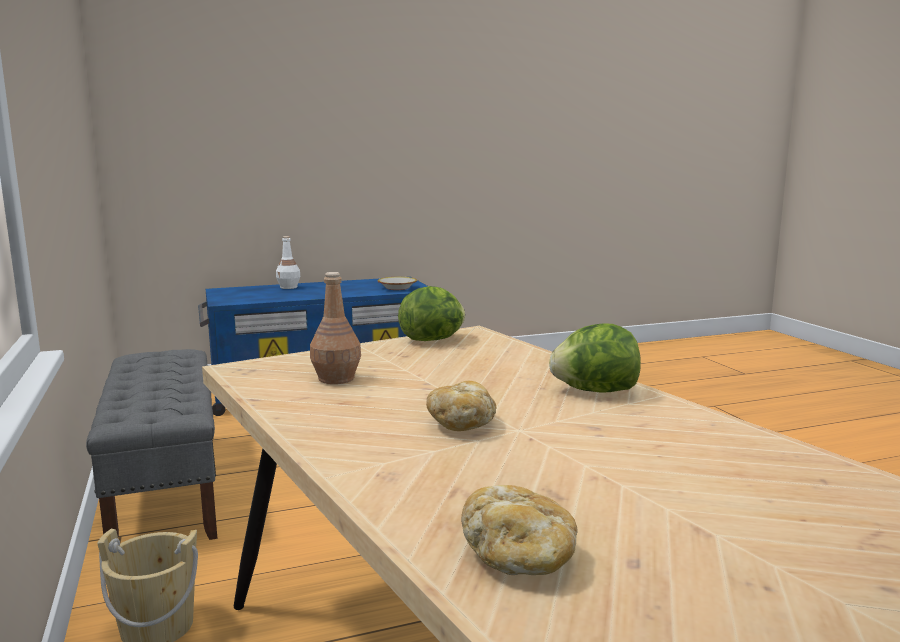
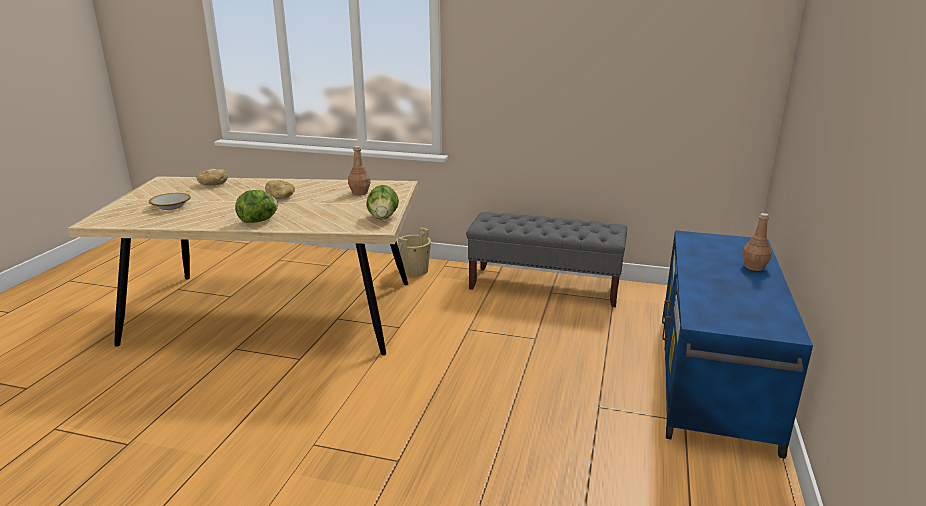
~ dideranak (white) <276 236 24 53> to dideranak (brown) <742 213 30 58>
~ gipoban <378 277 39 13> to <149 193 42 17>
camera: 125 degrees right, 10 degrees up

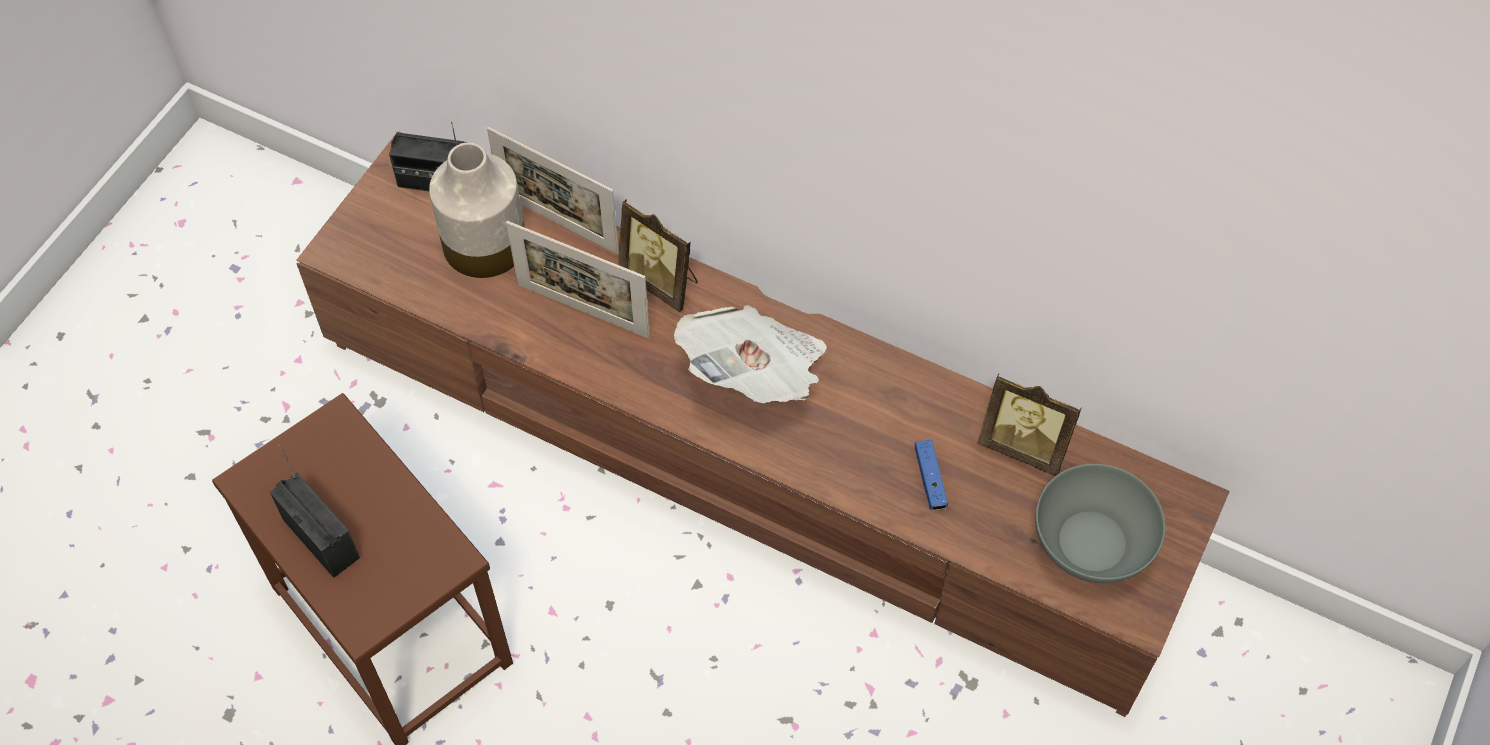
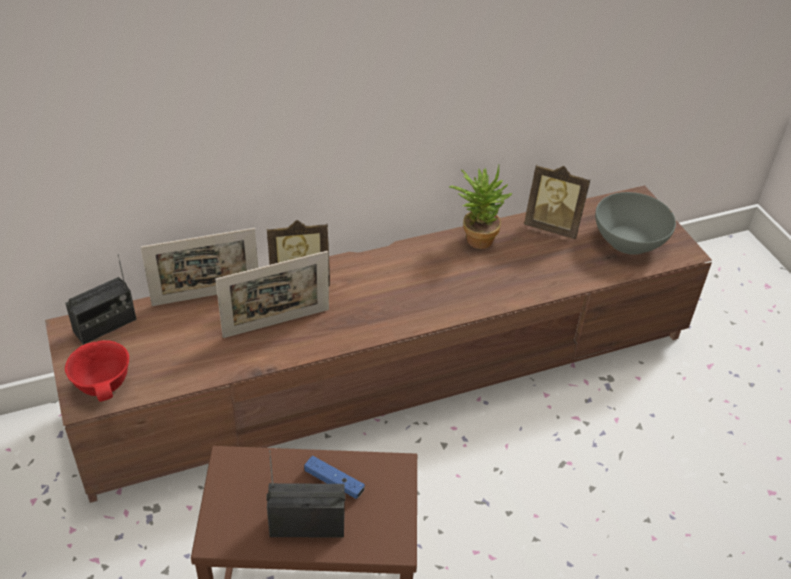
- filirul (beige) <429 142 96 136>
- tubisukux <674 305 153 98>
~ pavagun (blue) <915 440 33 70> to <304 456 61 43>
~ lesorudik <978 374 104 102> = <524 165 67 74> 45 degrees clockwise
+ gipoban (red) <65 340 64 62>
+ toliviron <449 165 64 84>
camera: 50 degrees left, 15 degrees down

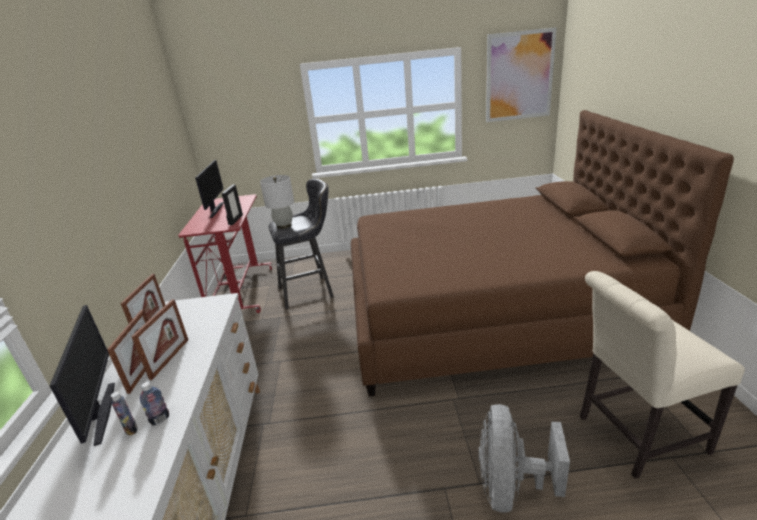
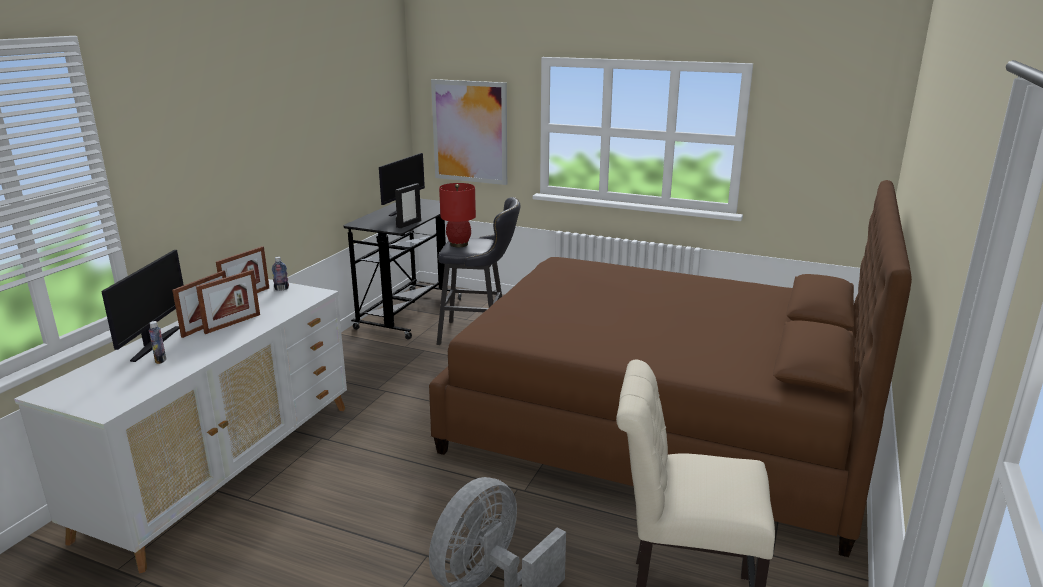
~ dideranak <140 382 29 44> to <272 257 17 34>
~ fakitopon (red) <178 194 94 119> to fakitopon (black) <343 199 118 141>
~ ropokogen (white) <260 175 34 54> to ropokogen (red) <439 183 37 64>
~ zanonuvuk <486 27 71 95> to <431 79 76 106>
camera: 25 degrees right, 5 degrees down

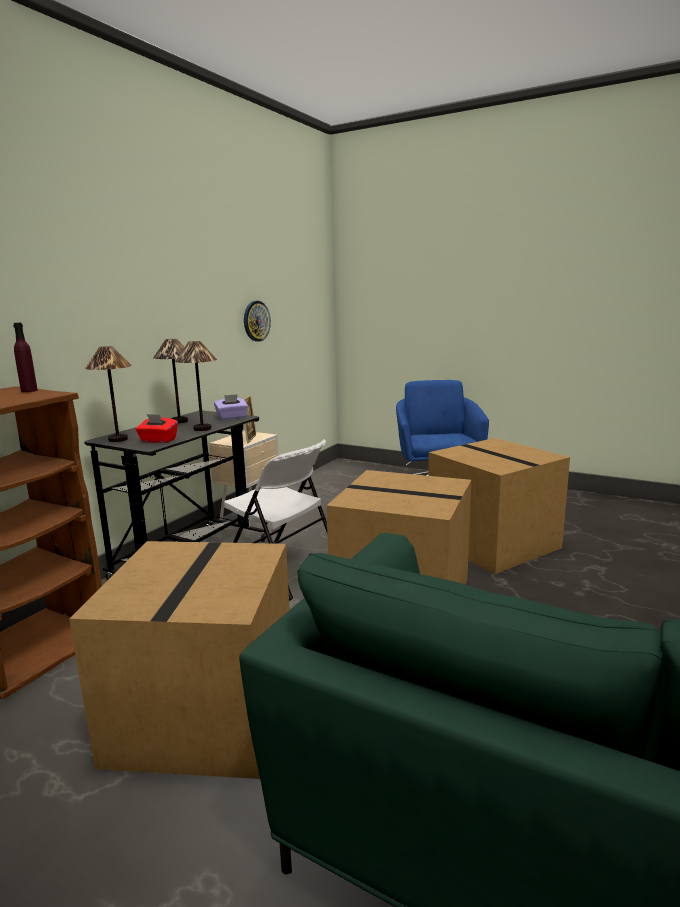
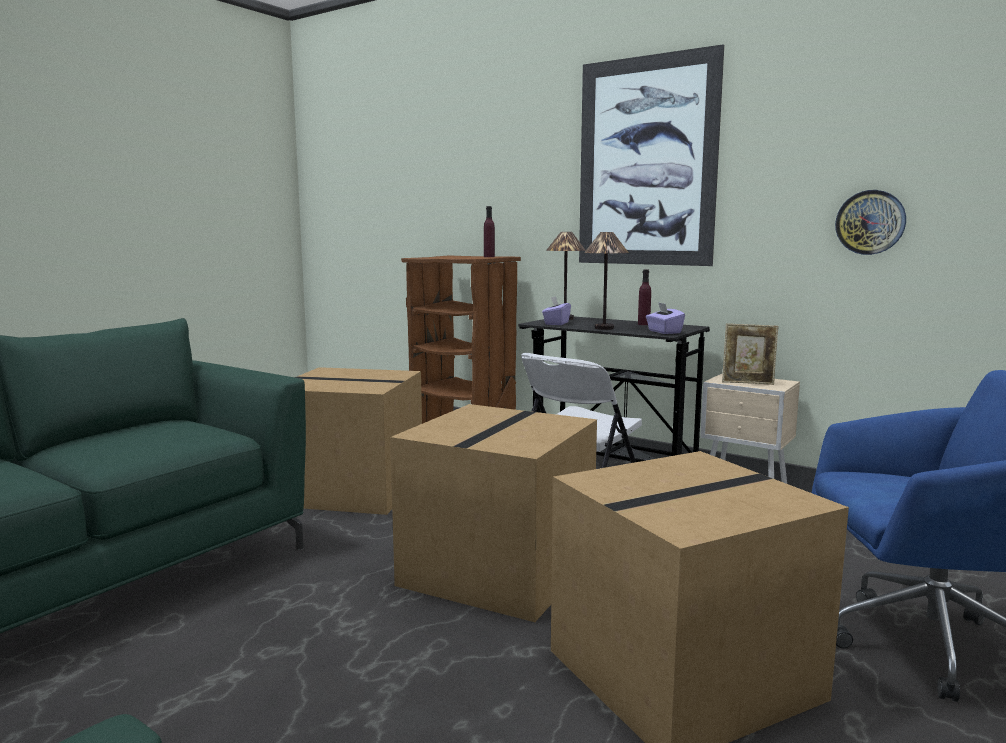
~ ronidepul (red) <136 414 42 29> to ronidepul (purple) <542 296 29 29>
~ ropokogen <153 339 35 84> to dideranak (purple) <638 269 13 56>
+ zanonuvuk <579 44 145 222>
camera: 95 degrees right, 5 degrees down

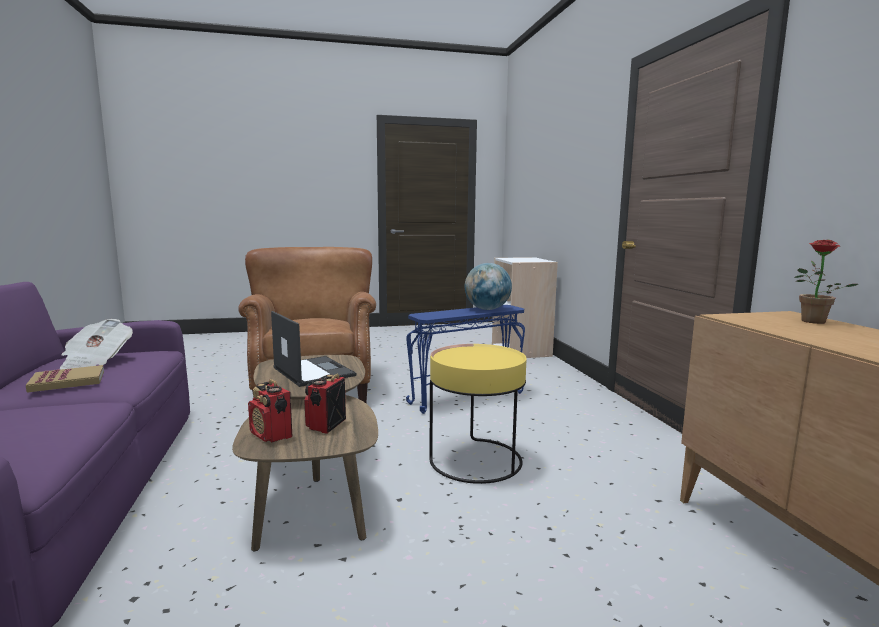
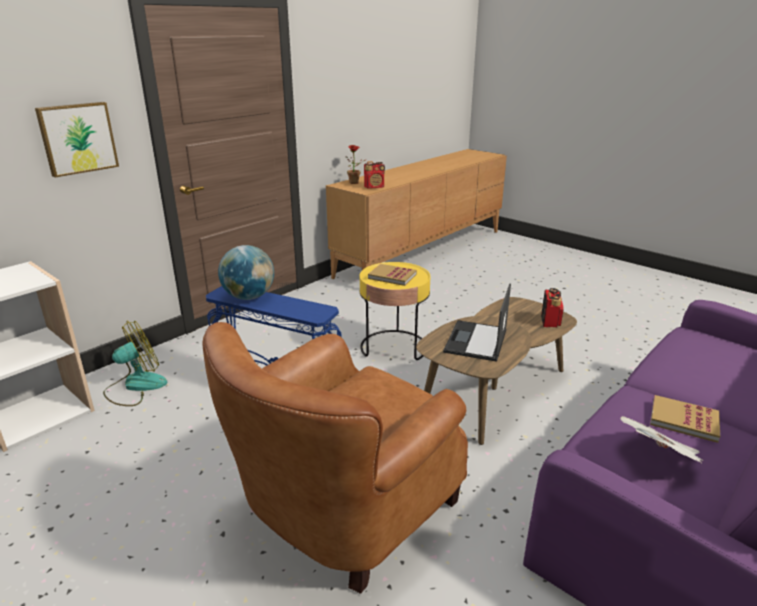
~ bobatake <304 374 42 60> to <364 161 21 28>
+ zanonuvuk <35 102 84 75>
+ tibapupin <103 321 64 85>
+ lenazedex <368 264 49 22>
camera: 125 degrees left, 15 degrees up

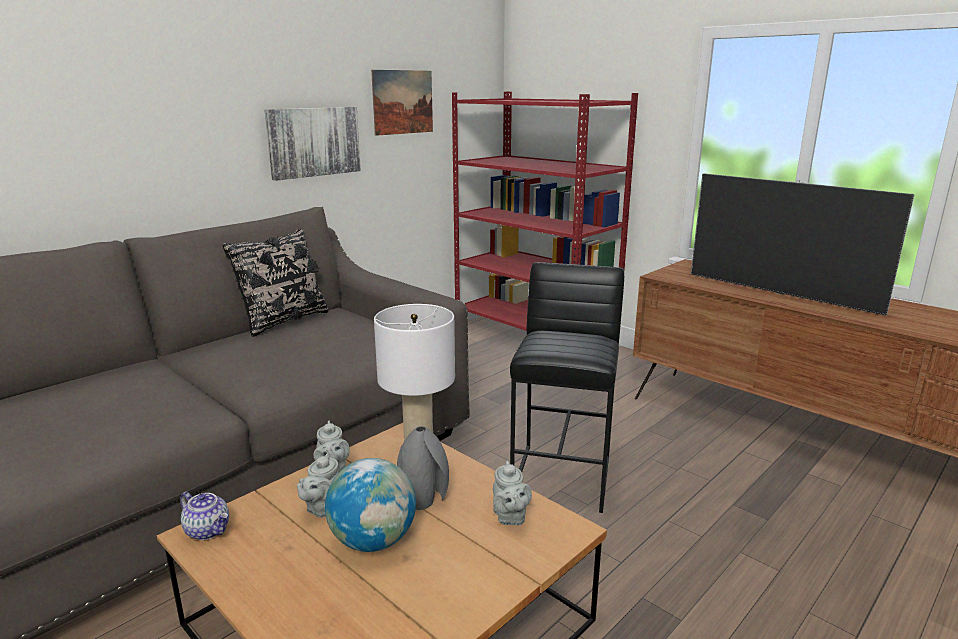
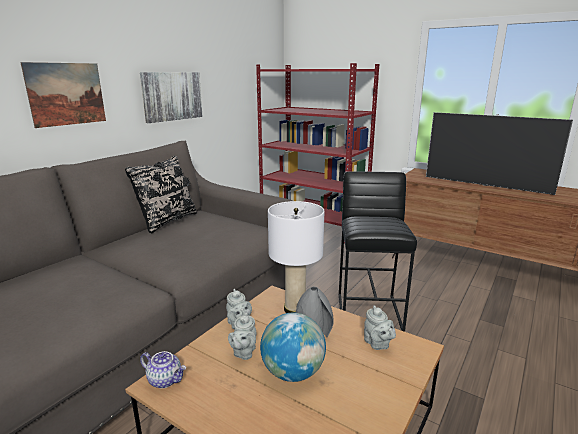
~ zanonuvuk <371 70 62 66> to <20 62 86 66>
camera: 10 degrees left, 0 degrees up

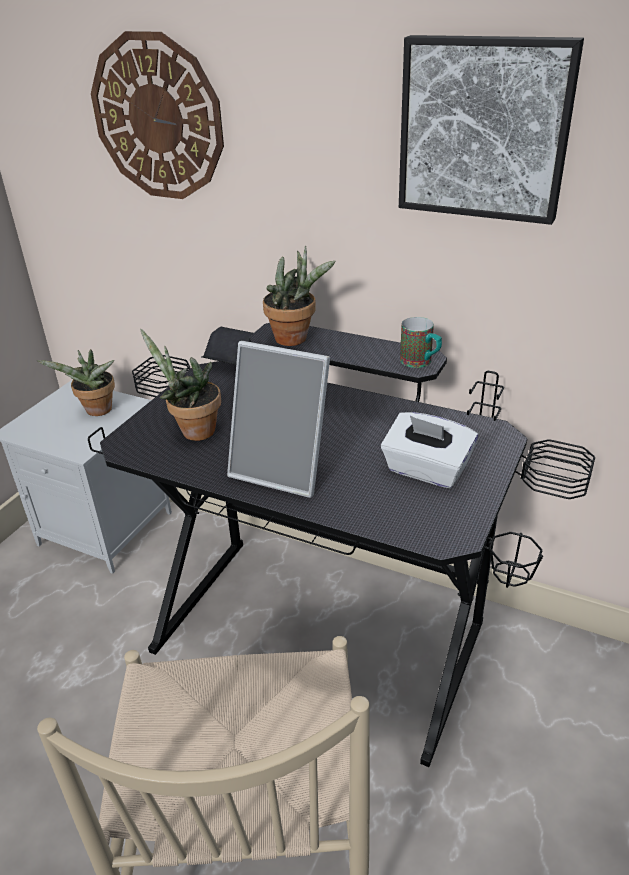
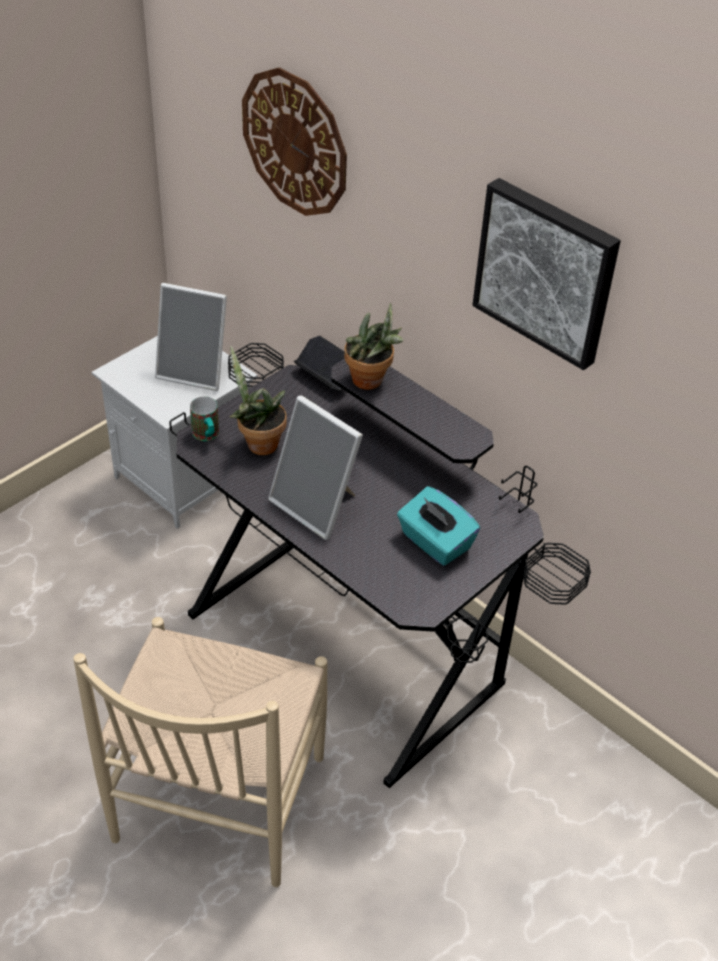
~ toliviron <36 349 79 67> to lesorudik <155 283 72 108>
~ ronidepul (white) <381 412 97 76> to ronidepul (turquoise) <397 486 83 80>
~ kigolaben <400 317 42 51> to <190 397 29 44>
camera: 15 degrees right, 10 degrees up

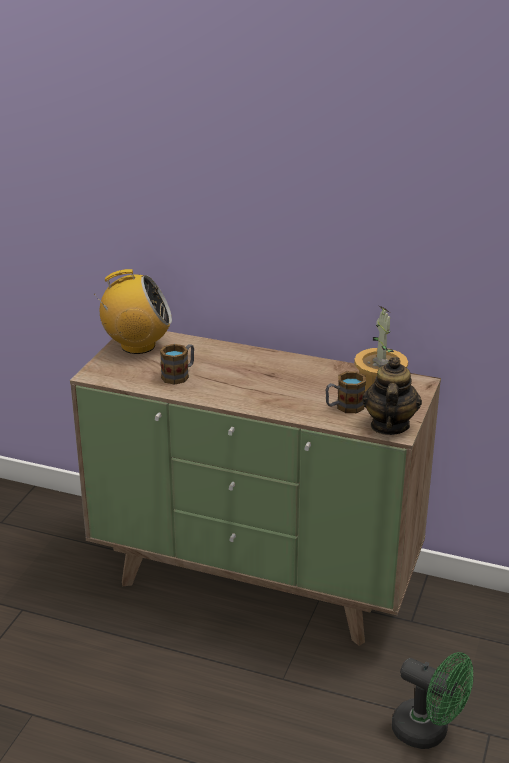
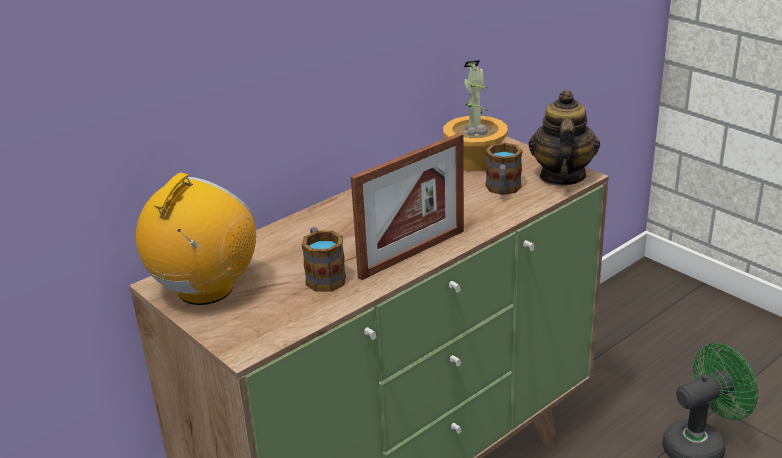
~ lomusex <362 357 60 78> = <529 90 71 96> 60 degrees clockwise
+ lesorudik <351 133 113 147>
camera: 60 degrees left, 0 degrees up

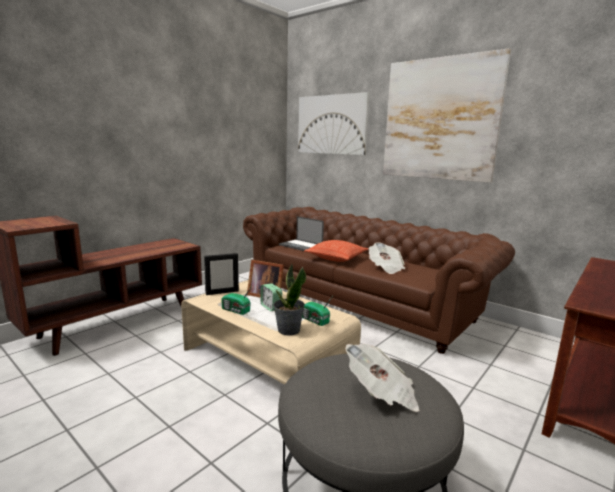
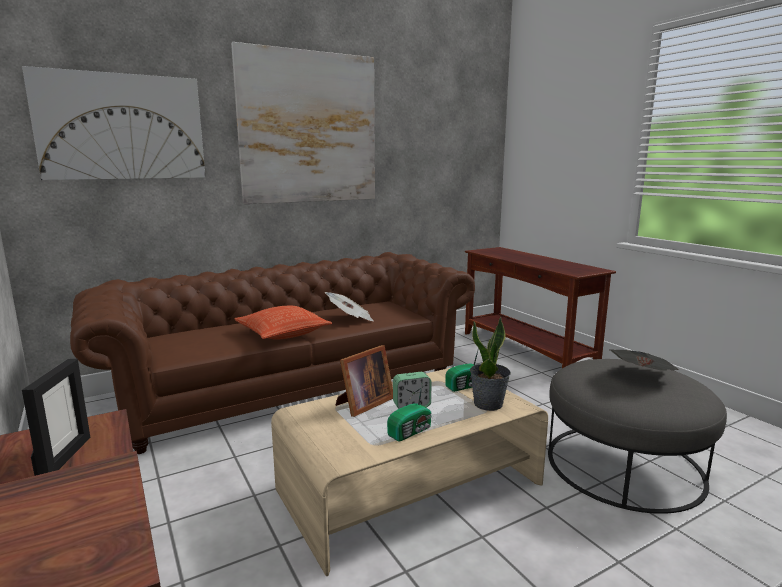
~ lesorudik <204 253 35 42> to <22 359 69 117>
- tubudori <279 216 45 35>
camera: 70 degrees left, 0 degrees up

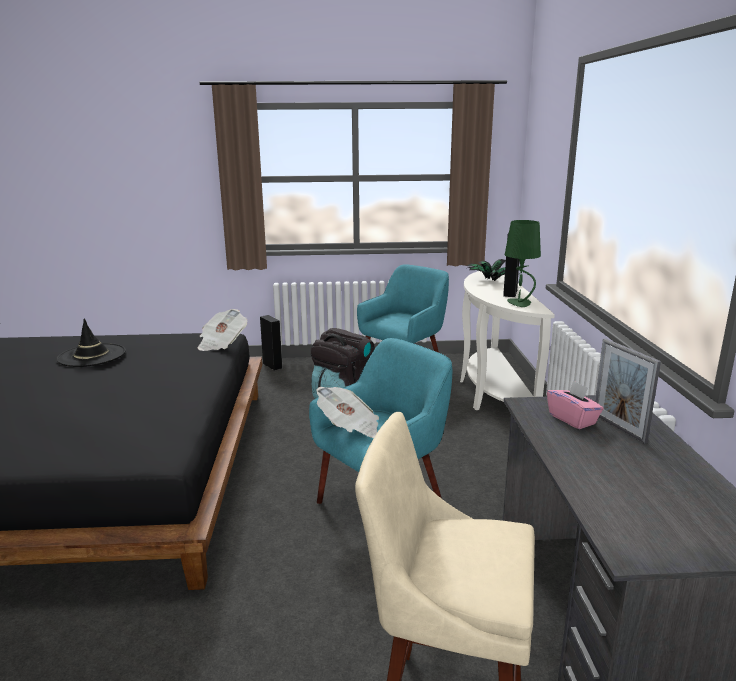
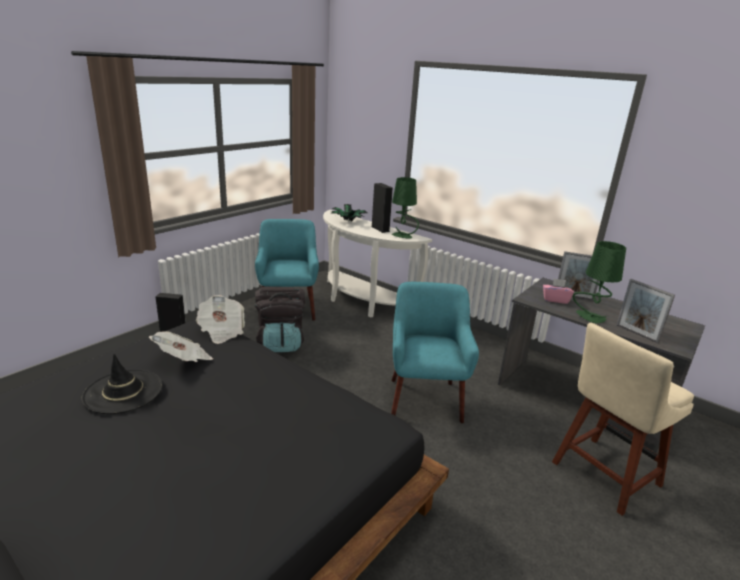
~ tubisukux <316 387 63 51> to <149 331 64 31>
+ ropokogen (green) <573 241 53 82>
+ lesorudik <617 279 58 64>
camera: 50 degrees left, 5 degrees up

